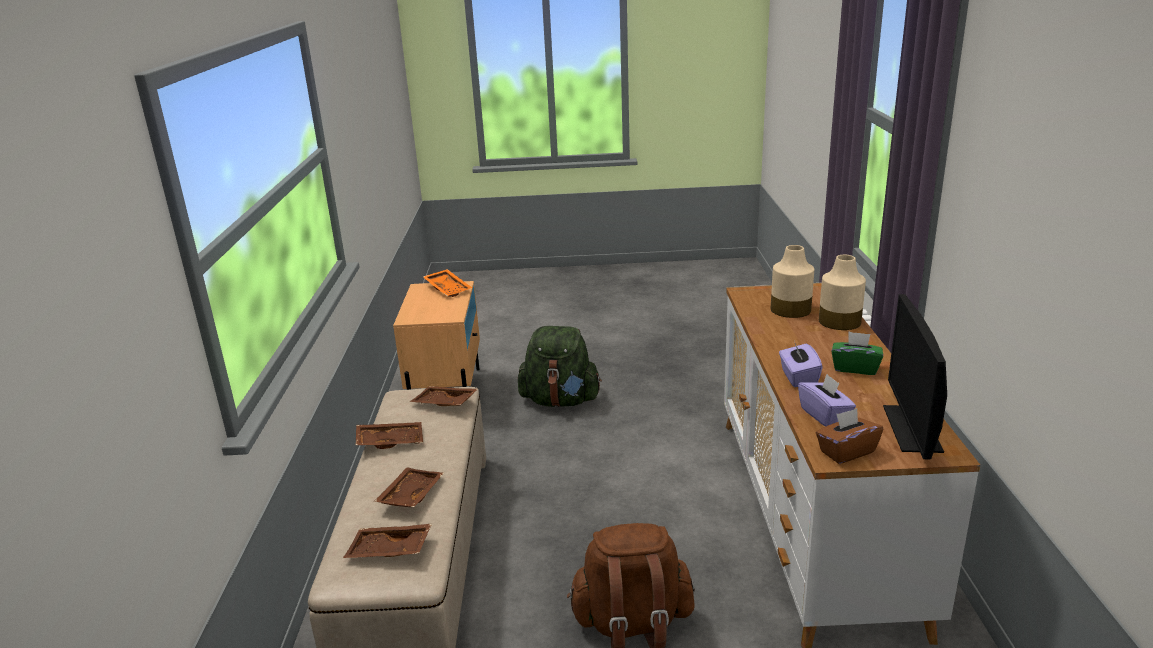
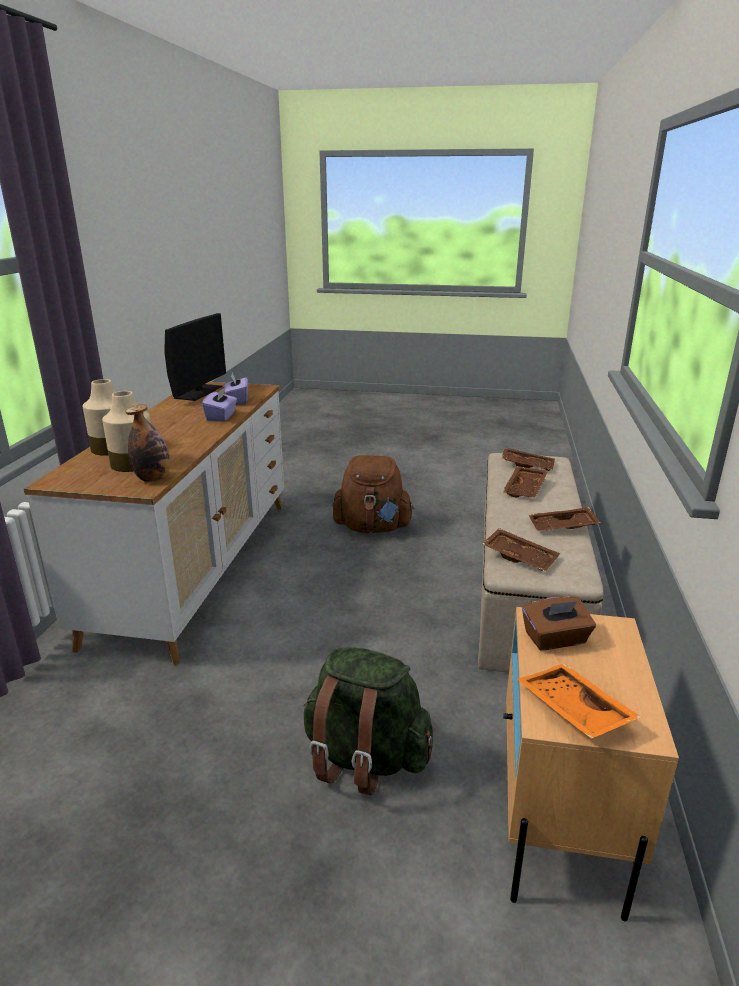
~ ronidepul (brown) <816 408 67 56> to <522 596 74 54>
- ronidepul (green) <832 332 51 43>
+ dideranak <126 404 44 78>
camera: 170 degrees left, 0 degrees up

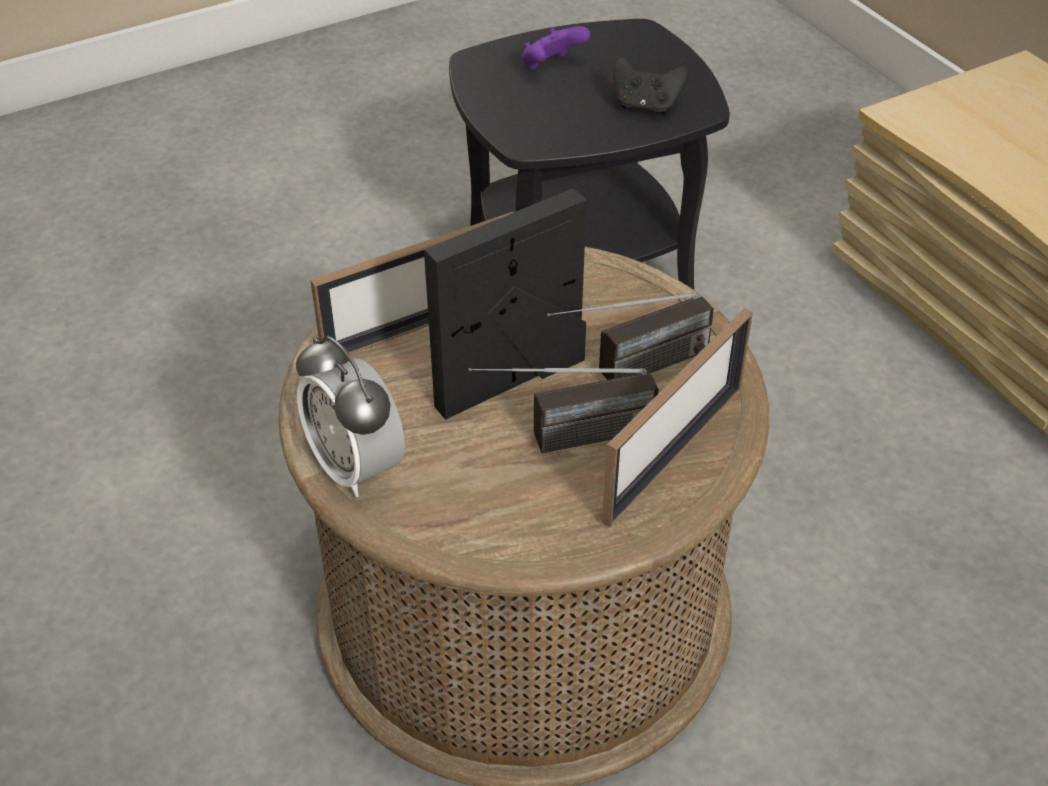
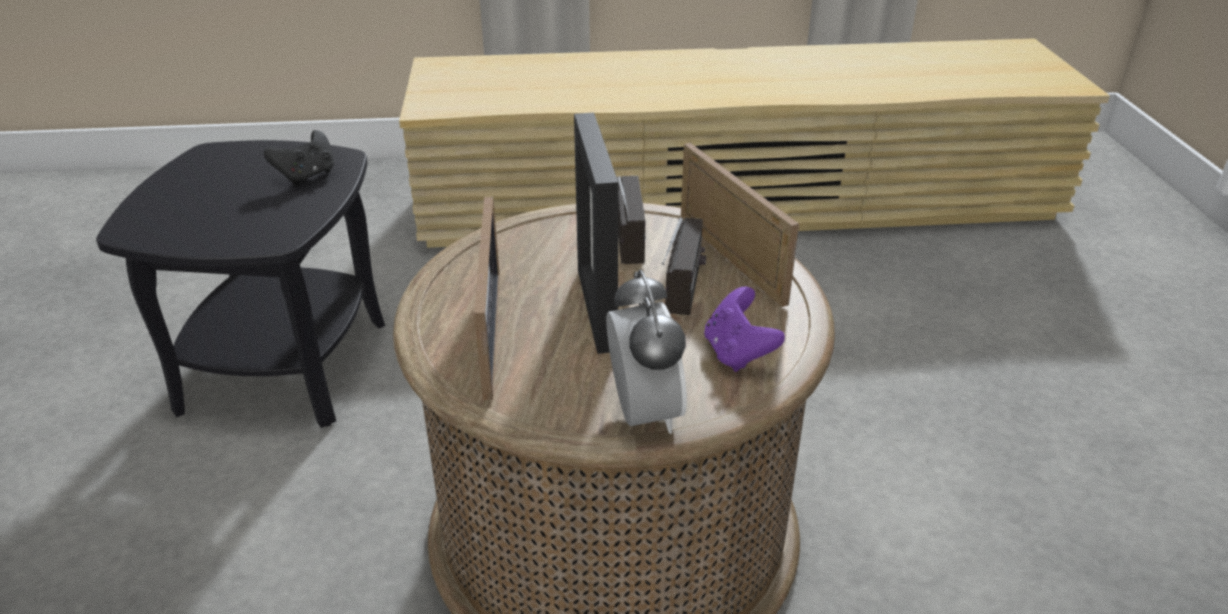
~ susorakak <296 336 109 161> = <606 269 81 165> 90 degrees counterclockwise
~ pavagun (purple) <521 26 70 44> to <704 287 81 85>
camera: 65 degrees left, 10 degrees down

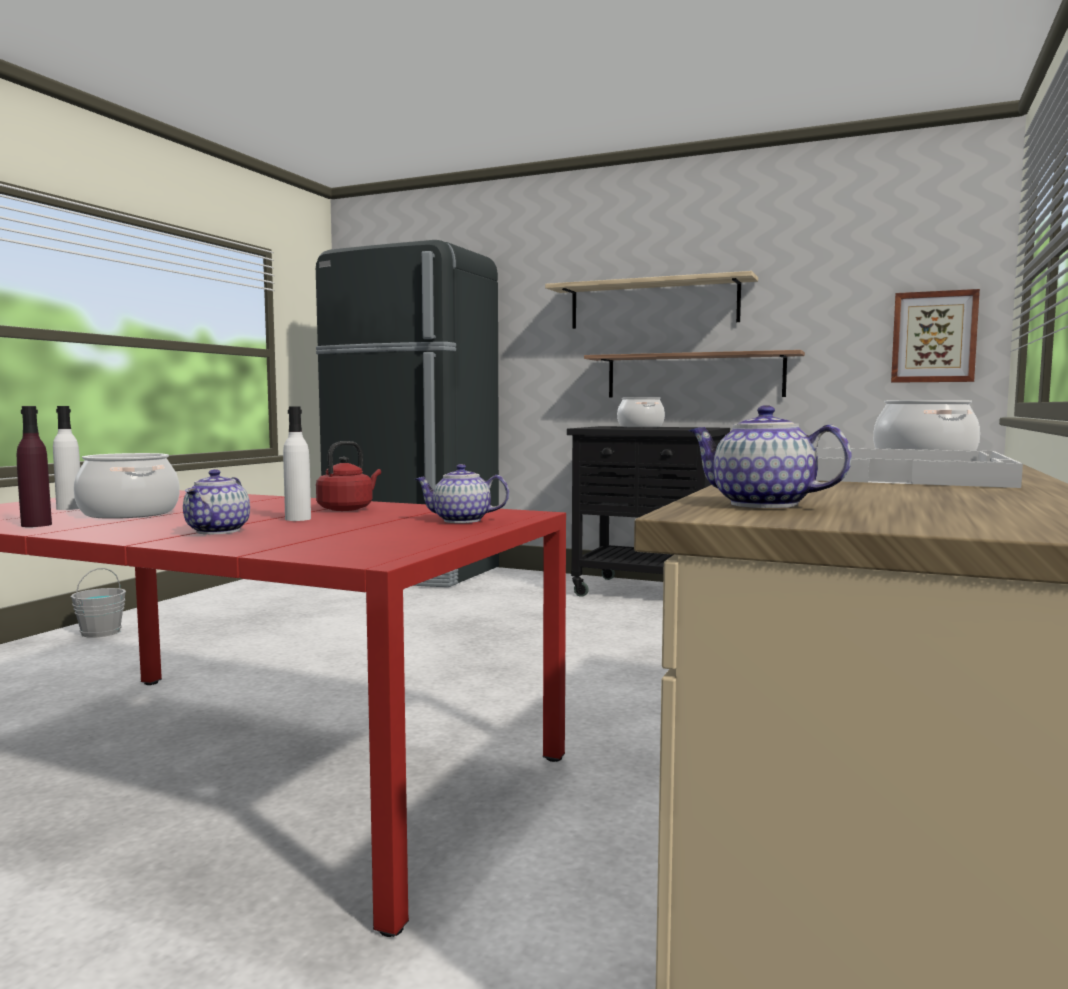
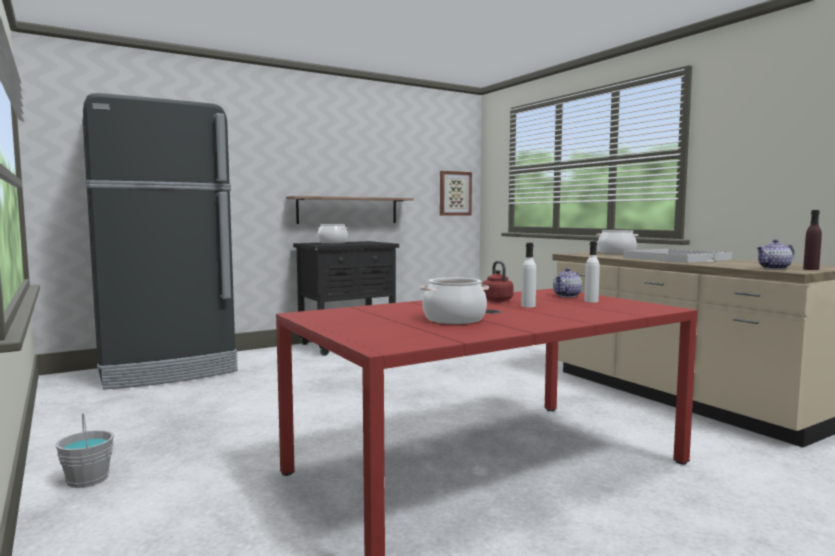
~ dideranak (purple) <17 406 35 121> to <803 210 19 60>
~ dideranak (white) <53 406 27 104> to <585 241 15 61>
- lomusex <183 469 67 65>
- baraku <545 271 213 58>
camera: 55 degrees left, 0 degrees up

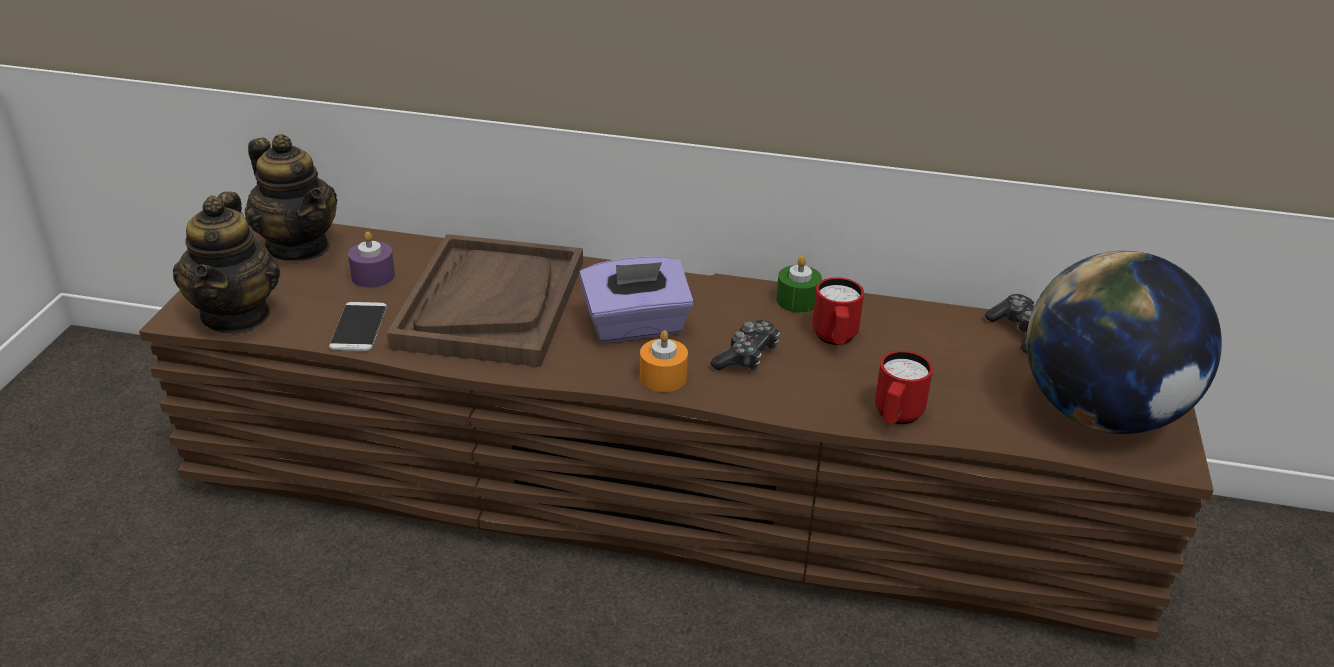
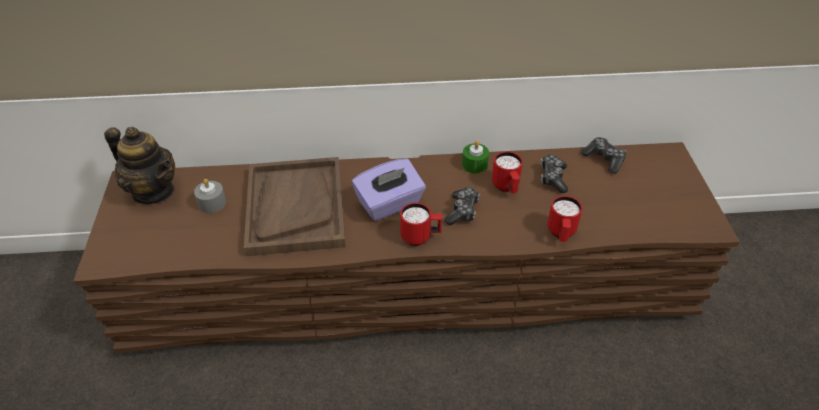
- lomusex <173 192 107 142>
- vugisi <329 302 58 49>
~ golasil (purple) <348 232 47 56> to golasil (grey) <194 179 32 34>
~ golasil (orange) <640 330 48 62> to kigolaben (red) <400 203 42 43>
- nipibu <1026 251 196 183>
+ pavagun <541 155 27 38>
camera: 15 degrees left, 10 degrees up

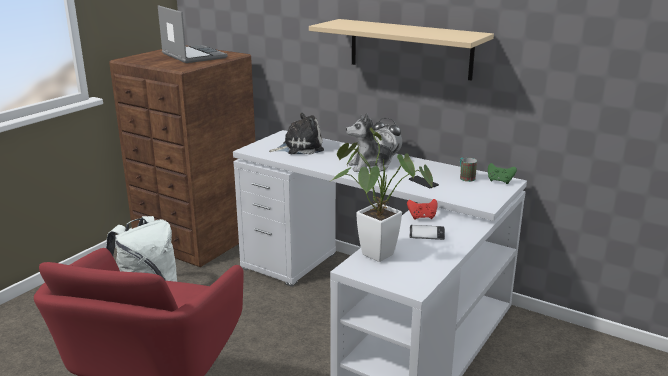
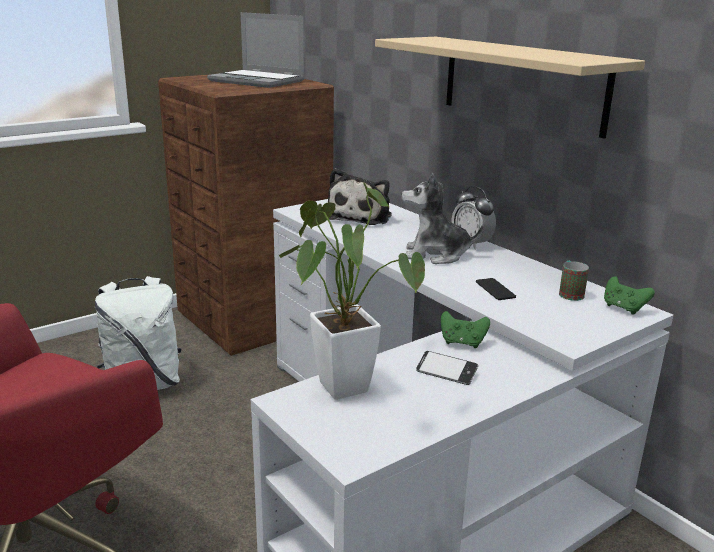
~ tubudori <158 5 69 58> = <207 12 98 76> 135 degrees clockwise
~ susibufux <269 113 55 41> = <328 168 64 57> 105 degrees clockwise
~ pavagun (red) <407 199 30 21> to pavagun (green) <441 311 49 37>
camera: 20 degrees right, 0 degrees up

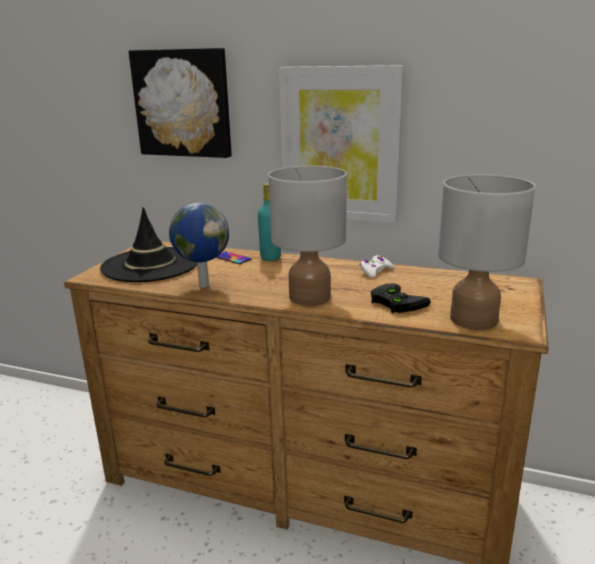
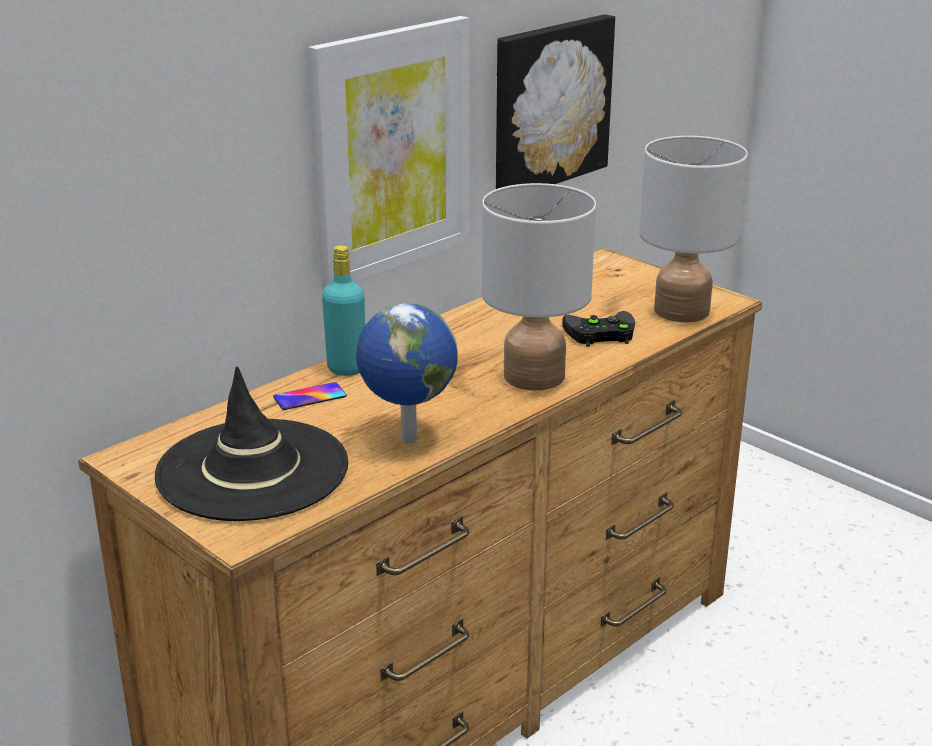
~ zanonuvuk <129 48 103 110> to <496 14 119 175>
- pavagun (white) <360 255 34 23>
camera: 65 degrees left, 5 degrees up

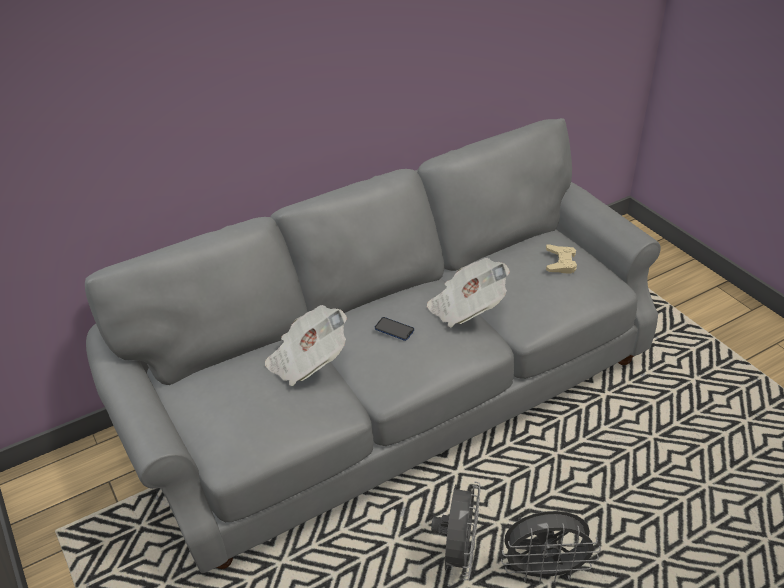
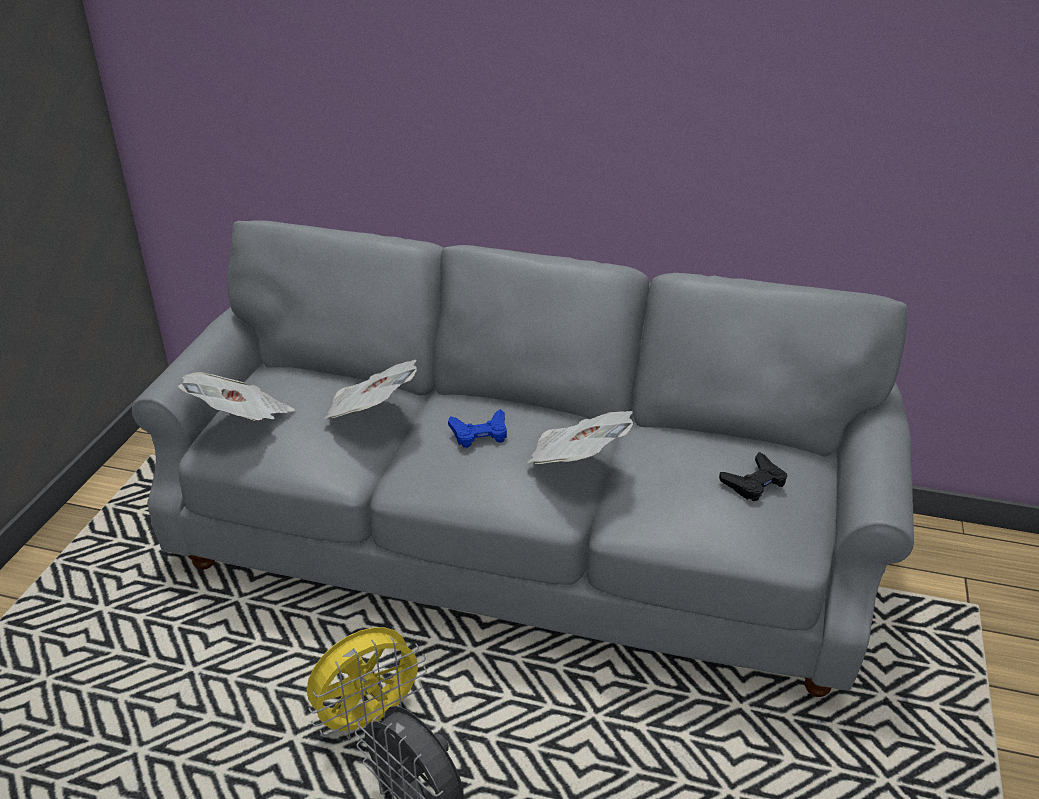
~ vugisi <375 317 39 24> to pavagun (blue) <448 409 59 39>
~ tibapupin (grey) <431 481 50 99> to tibapupin (yellow) <307 627 120 113>
~ pavagun (beige) <546 244 31 30> to pavagun (black) <719 452 68 49>
+ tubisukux <177 372 118 49>
camera: 45 degrees right, 5 degrees down

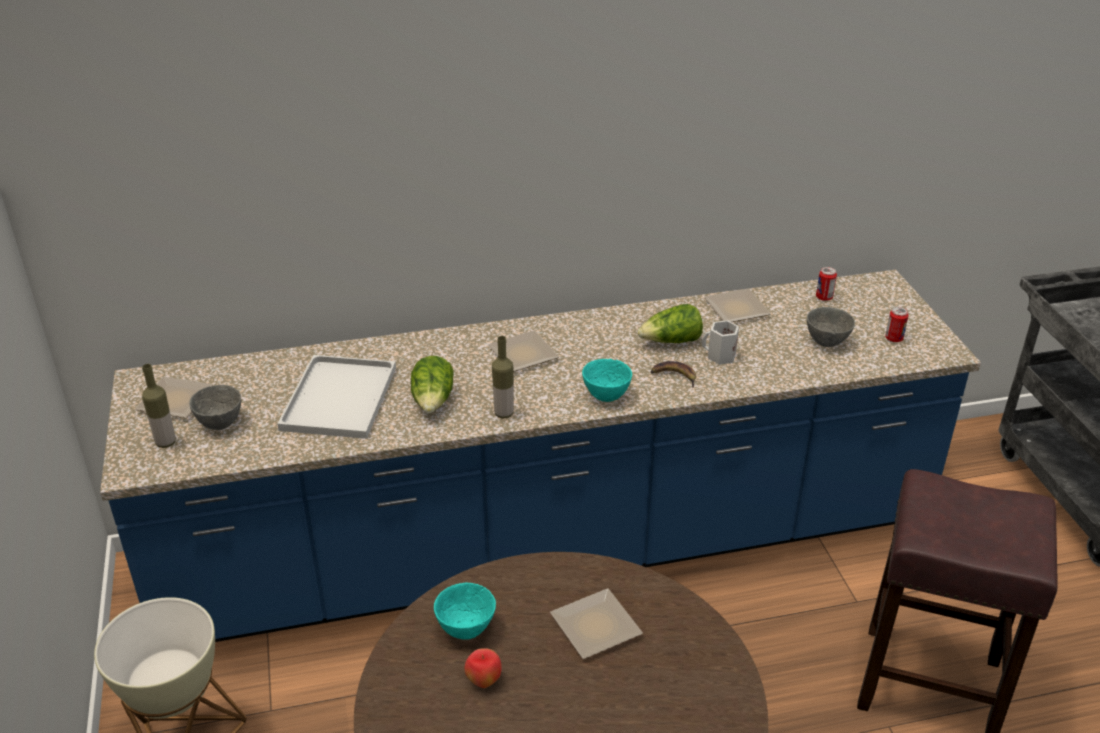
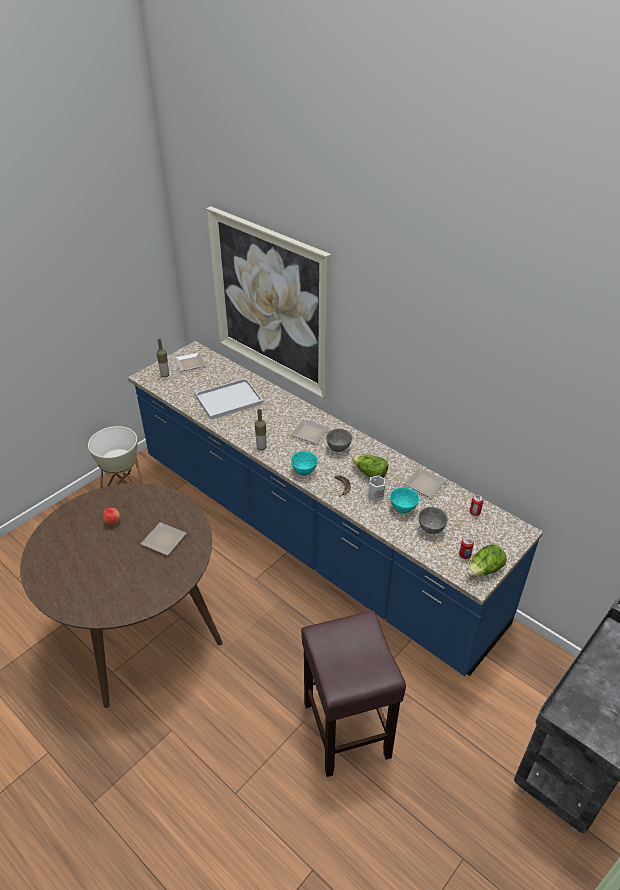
~ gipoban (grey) <189 385 52 45> to <326 429 26 23>
~ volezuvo <411 356 42 57> to <467 544 40 32>
~ gipoban (turquoise) <434 583 62 57> to <390 487 29 26>
+ zanonuvuk <206 206 125 193>
camera: 55 degrees right, 5 degrees up

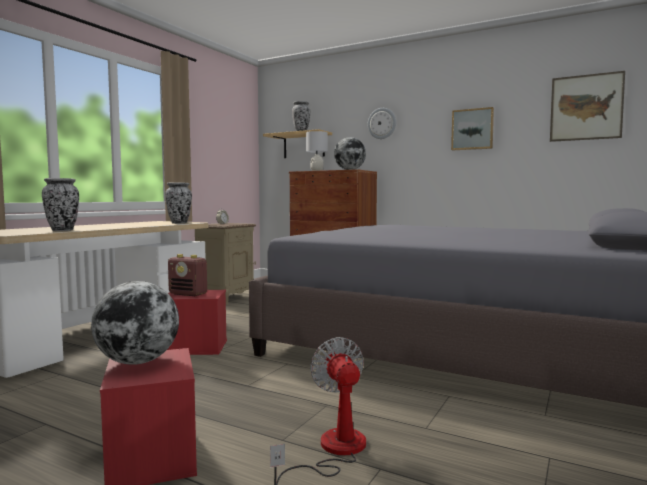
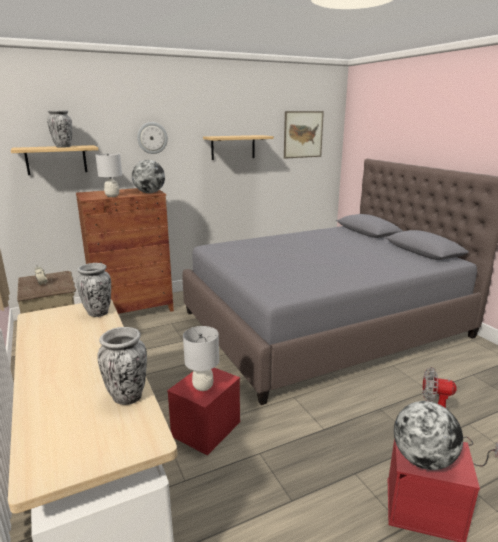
~ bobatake <168 254 39 42> to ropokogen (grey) <183 326 36 65>
~ zanonuvuk <451 107 43 43> to baraku <203 135 71 25>
camera: 55 degrees left, 15 degrees up

